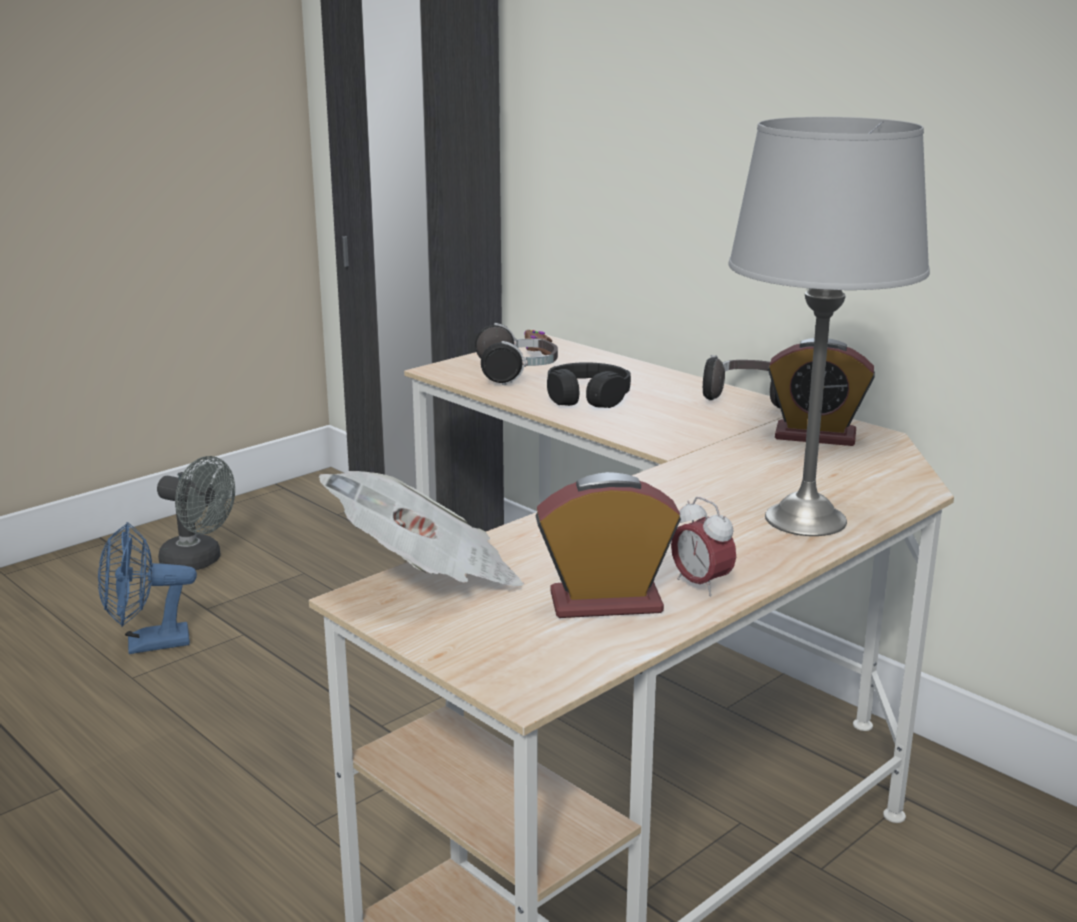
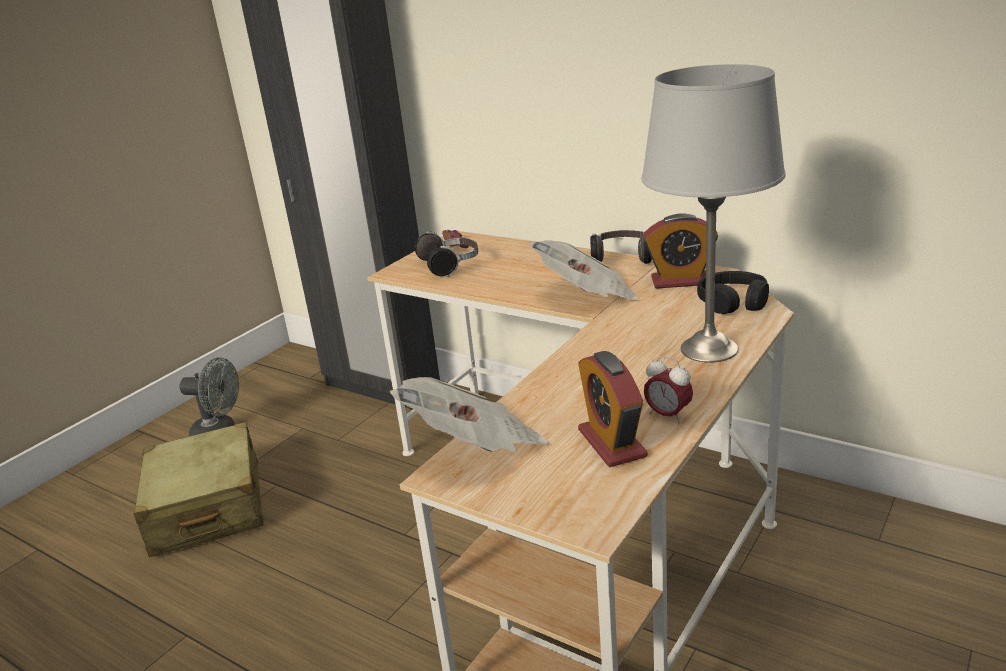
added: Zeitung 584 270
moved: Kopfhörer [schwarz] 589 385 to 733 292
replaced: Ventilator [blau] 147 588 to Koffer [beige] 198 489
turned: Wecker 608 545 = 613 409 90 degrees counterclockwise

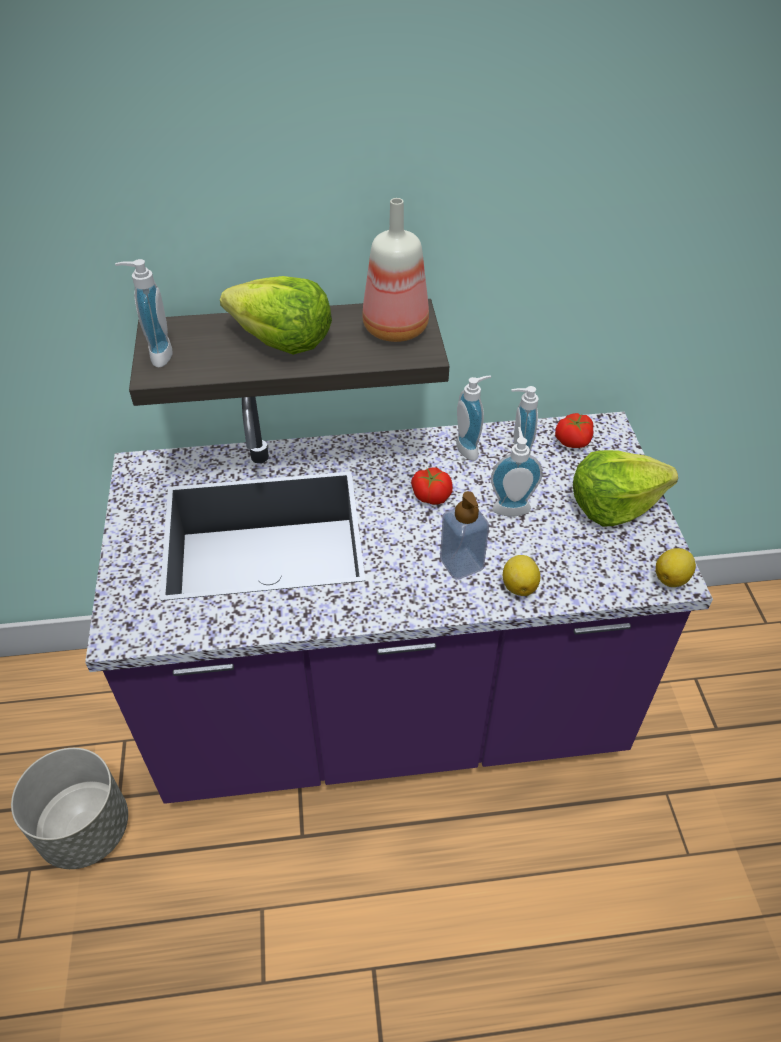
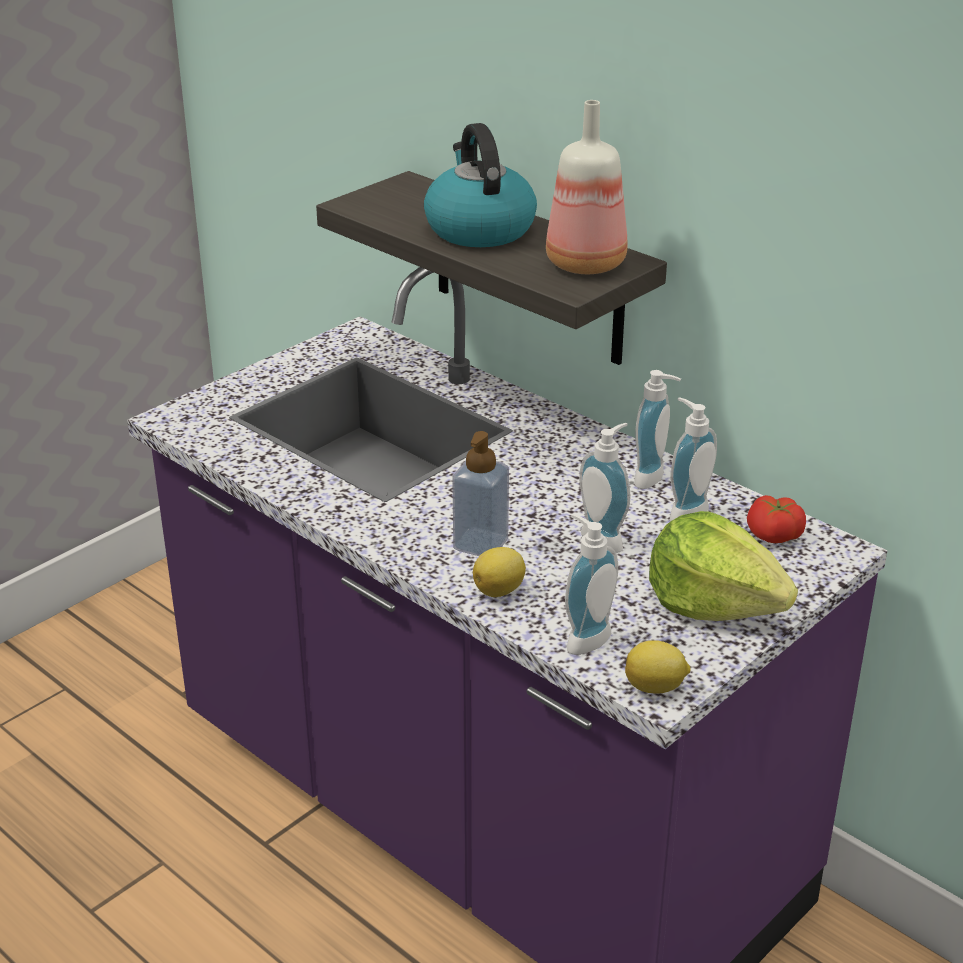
removed: Pflanzkübel [grau] 69 808; Tomate 432 486
moved: Seifenspender 144 313 to 591 584
replaced: Salatkopf 276 315 to Wasserkessel 480 185

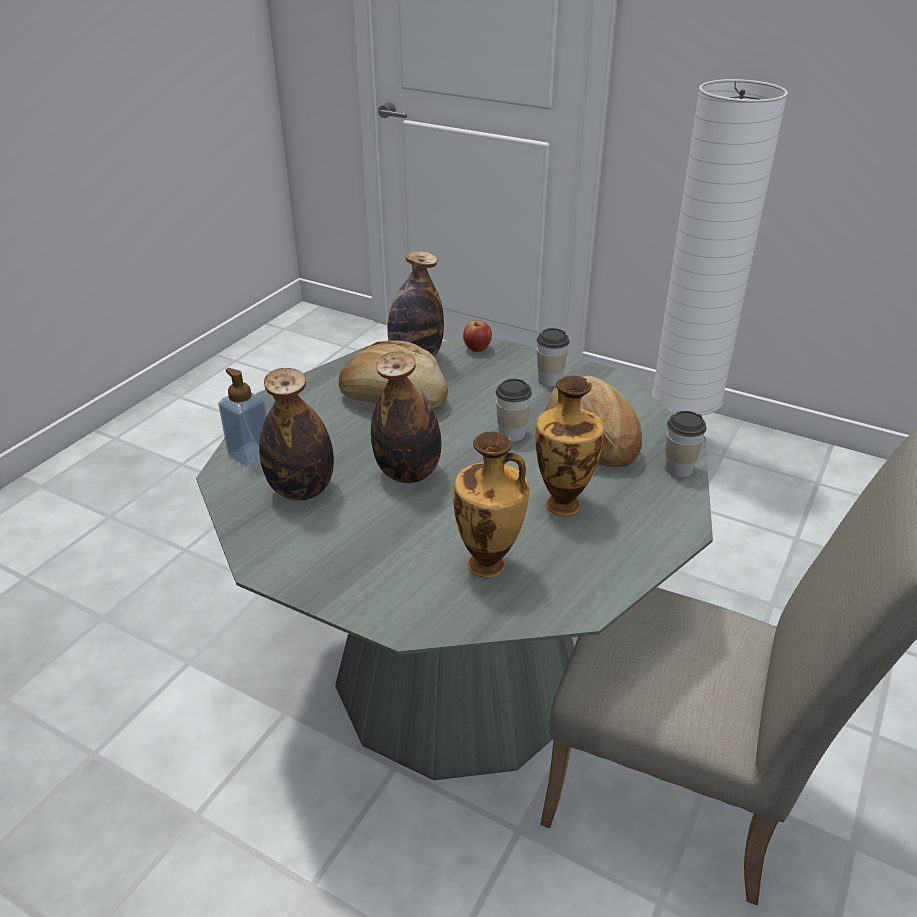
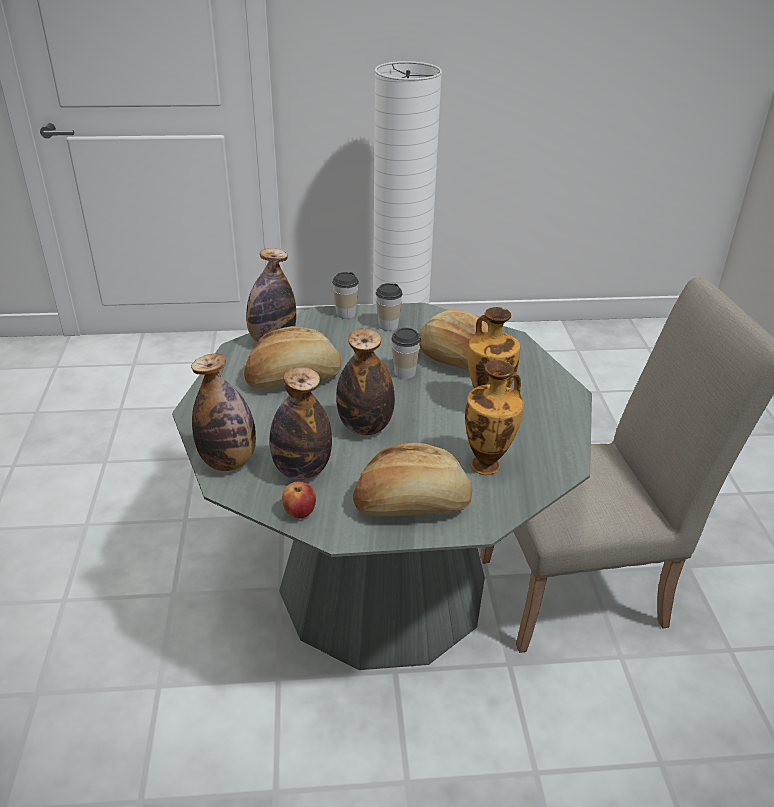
added: Brot 412 480
moved: Apfel 477 336 to 299 500; Tasse 686 444 to 345 295
replaced: Seifenspender 242 417 to Flasche 223 412

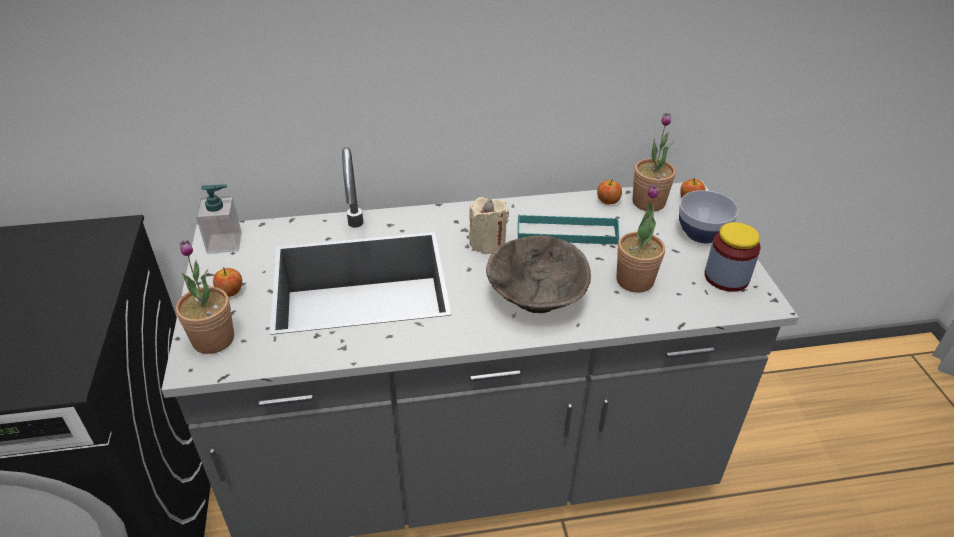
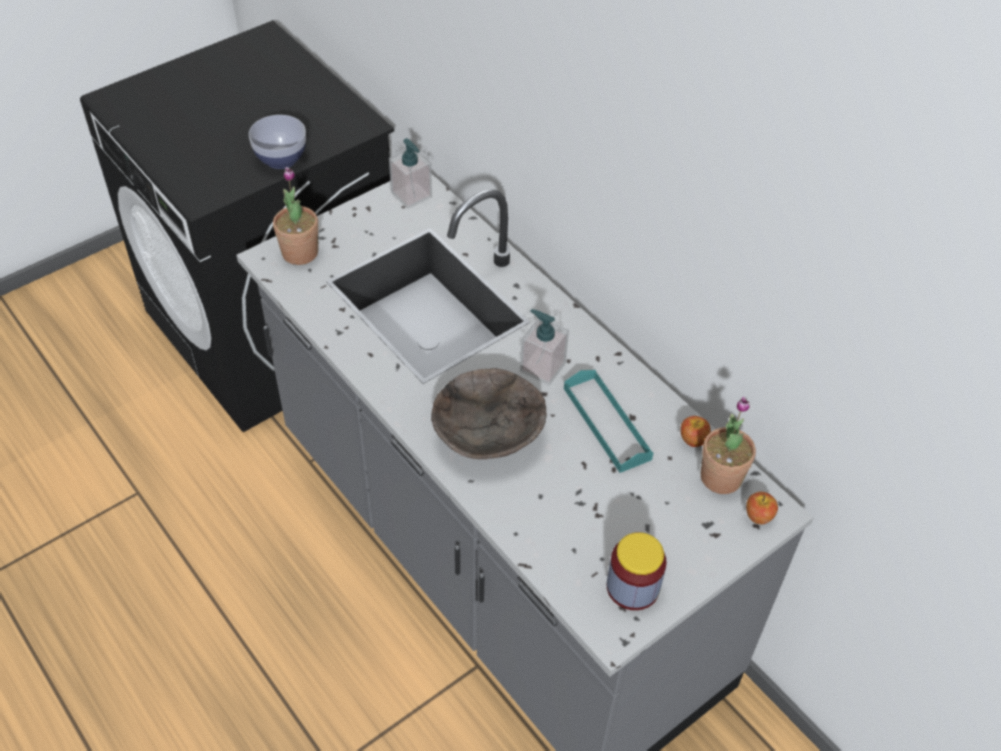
removed: Apfel 227 282; Topfpflanze 640 238
moved: Schüssel 709 216 to 277 142
replaced: Kerze [beige] 489 225 to Seifenspender 544 347

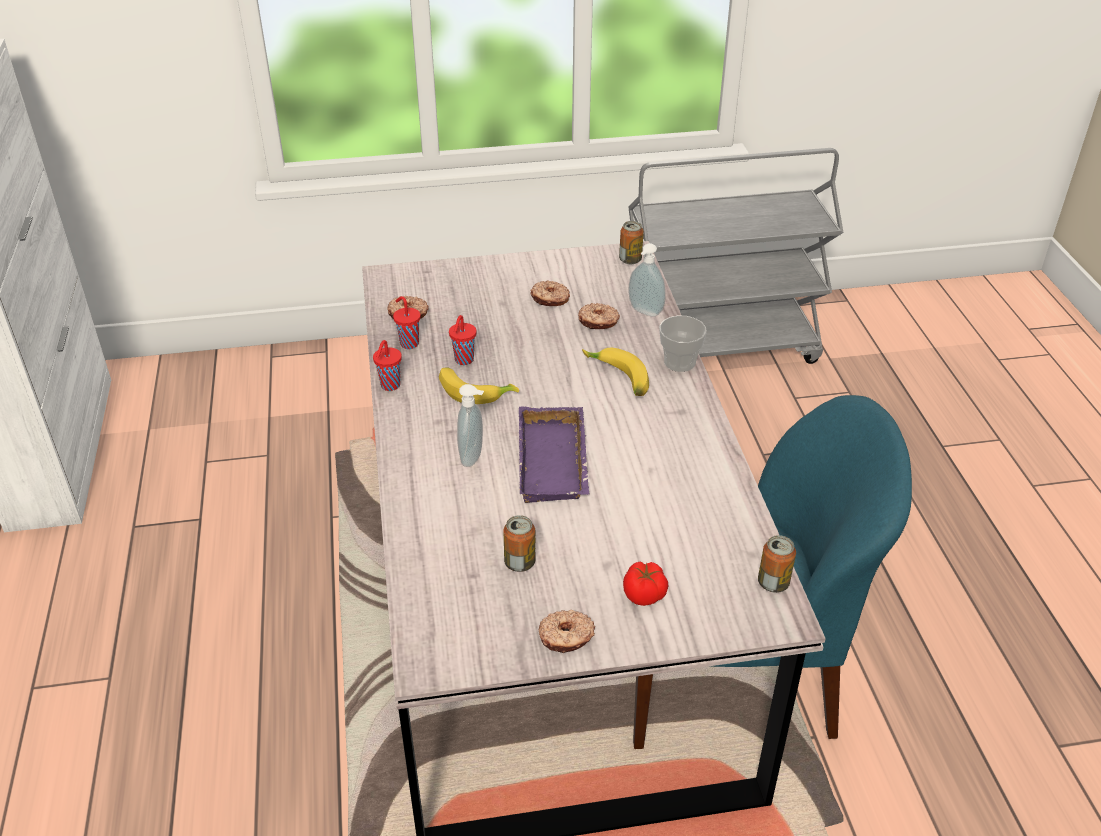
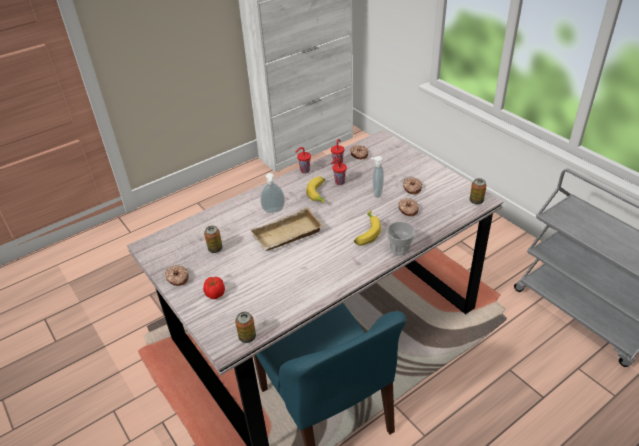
moved: Seifenspender 647 280 to 377 177
recoloured: Tablett [lila] 554 454 to Tablett [beige] 287 229

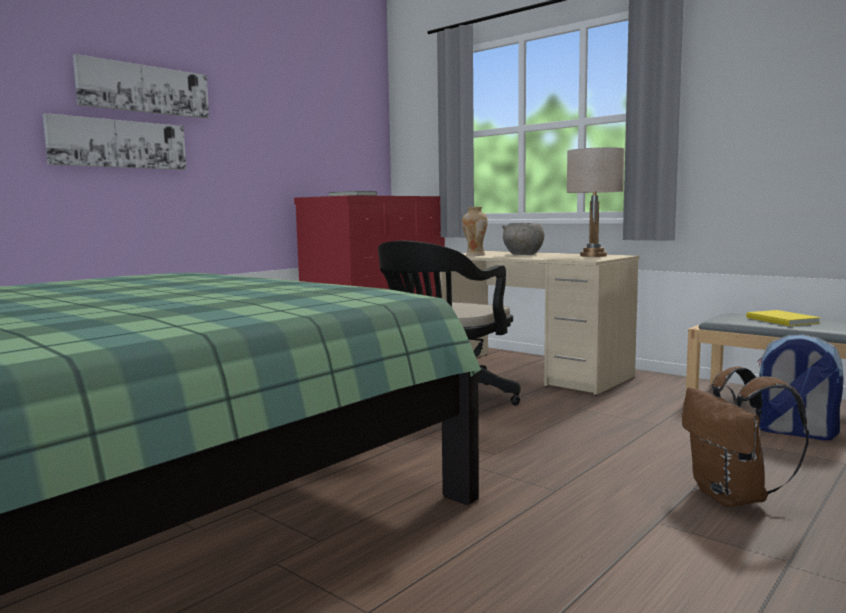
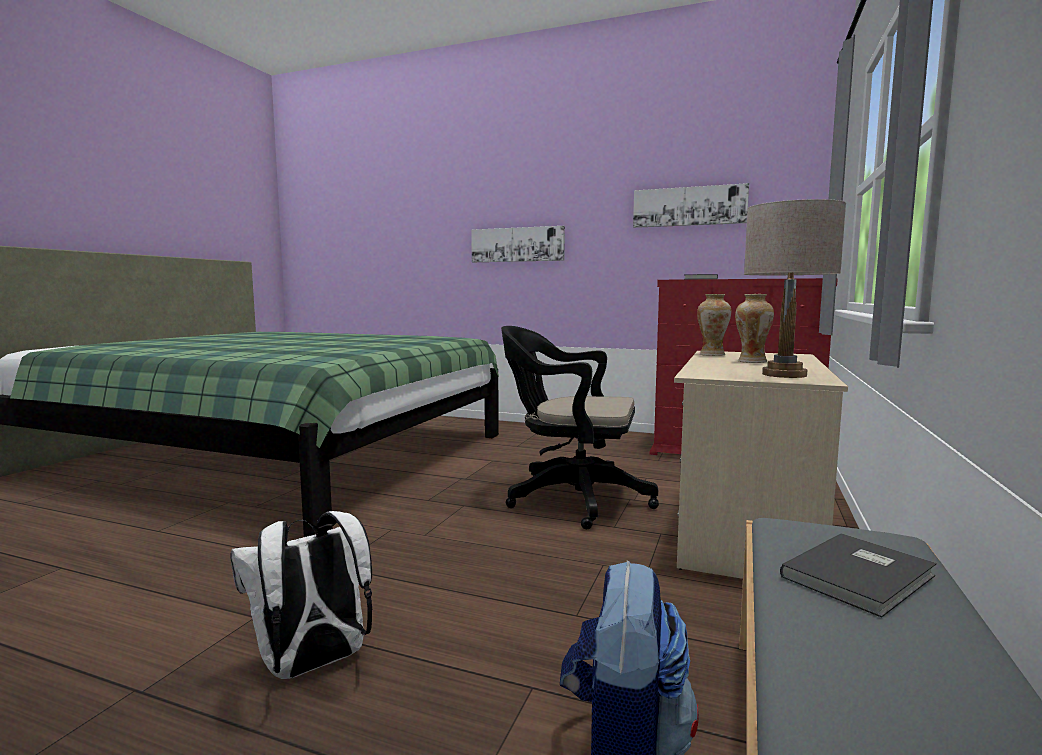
moved: Bild 141 86 to 691 205
replaced: Schüssel [grau] 523 239 to Vase 754 328
recoloured: Rucksack [braun] 745 436 to Rucksack [weiß] 301 595; Buch [gelb] 783 318 to Buch [grau] 858 575

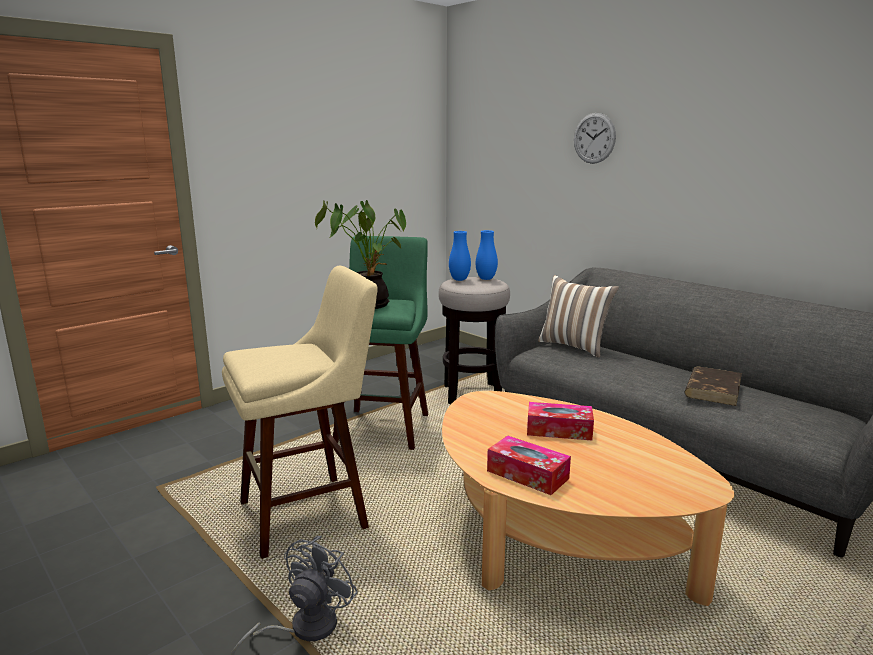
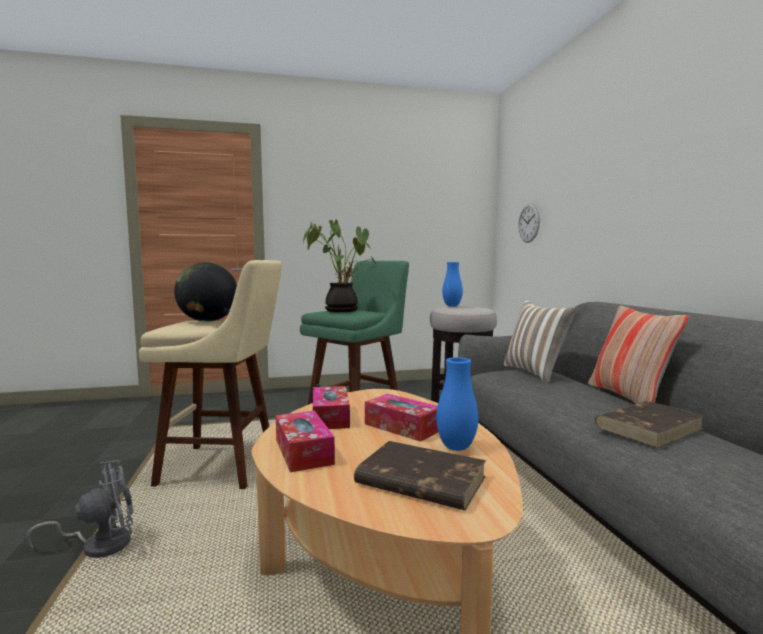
added: Globus 205 292; Taschentuchbox 331 407; Buch [braun] 420 475; Kissen 638 355
moved: Vase [blau] 487 255 to 457 404; Wanduhr 595 138 to 529 223

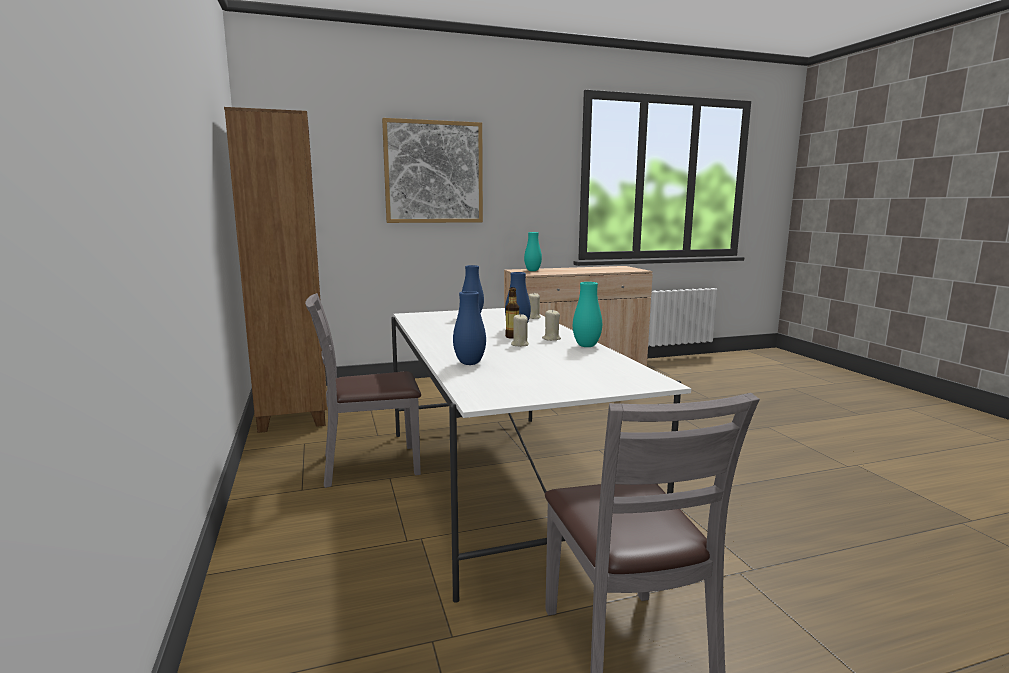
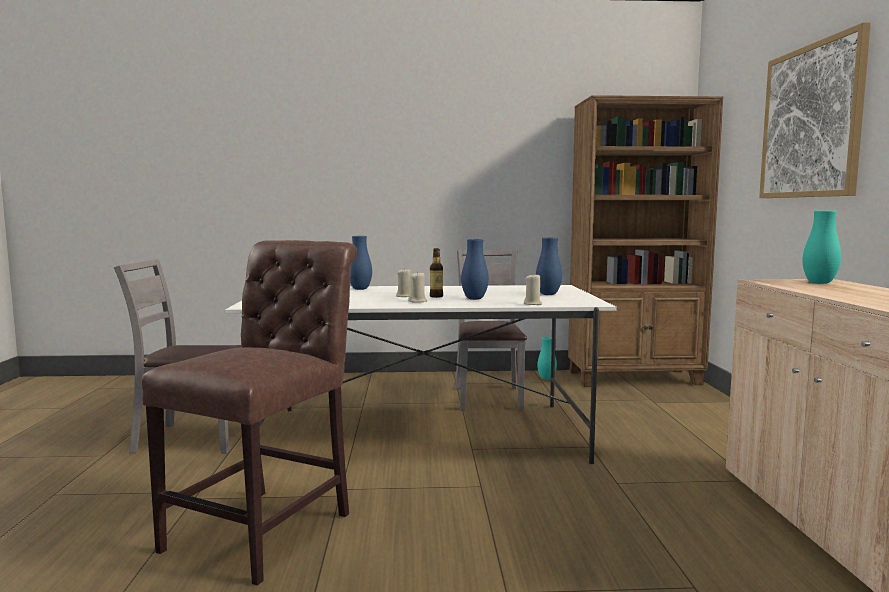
added: Stuhl [braun] 249 412
moved: Vase [türkis] 587 314 to 547 358

